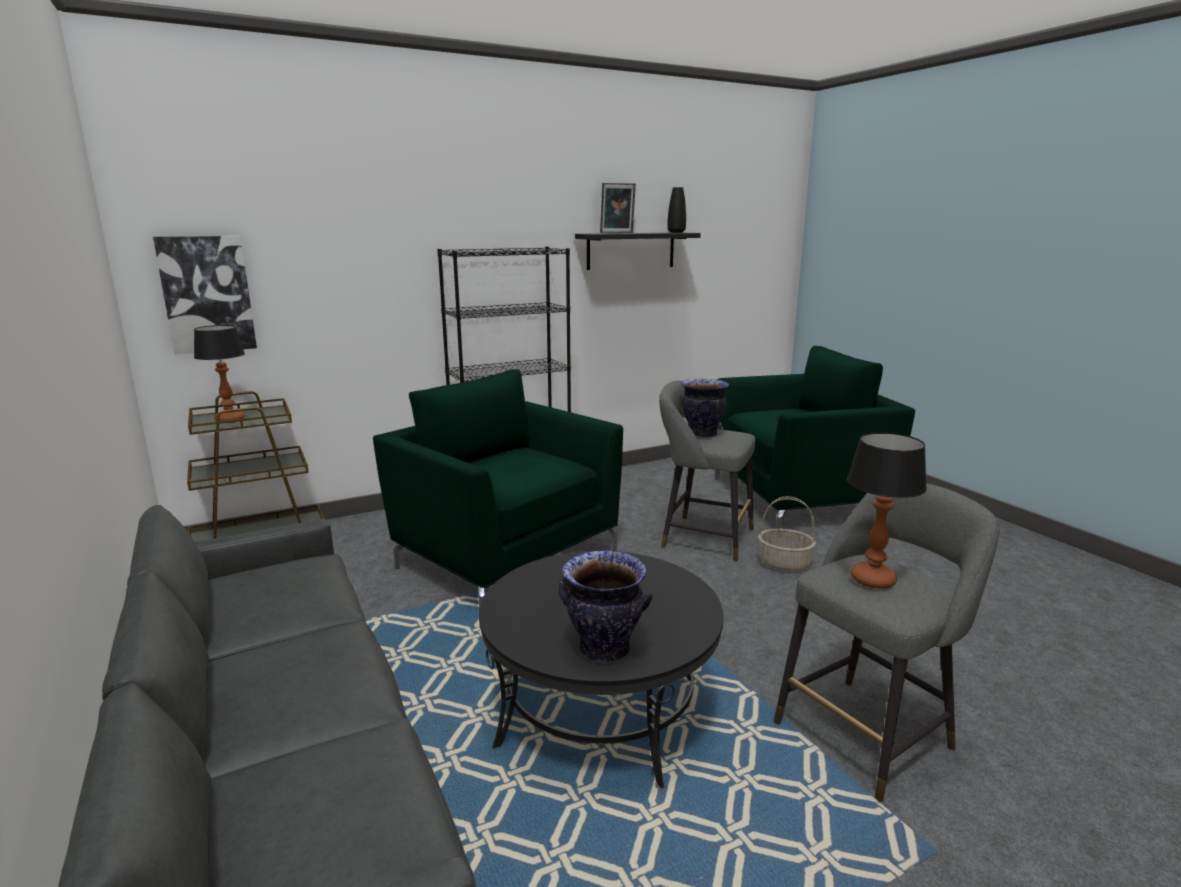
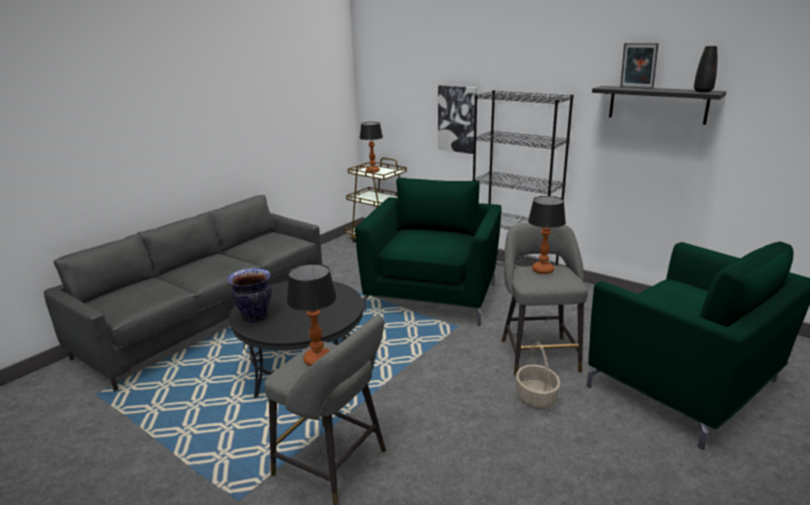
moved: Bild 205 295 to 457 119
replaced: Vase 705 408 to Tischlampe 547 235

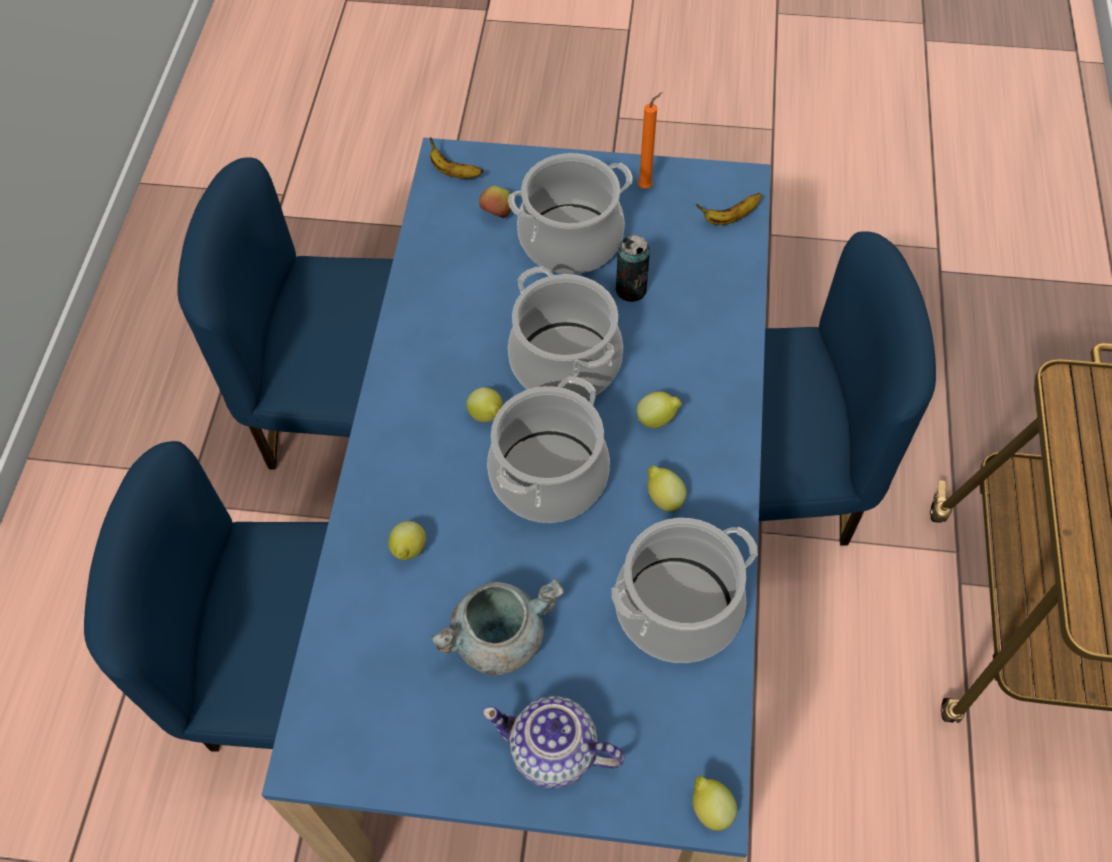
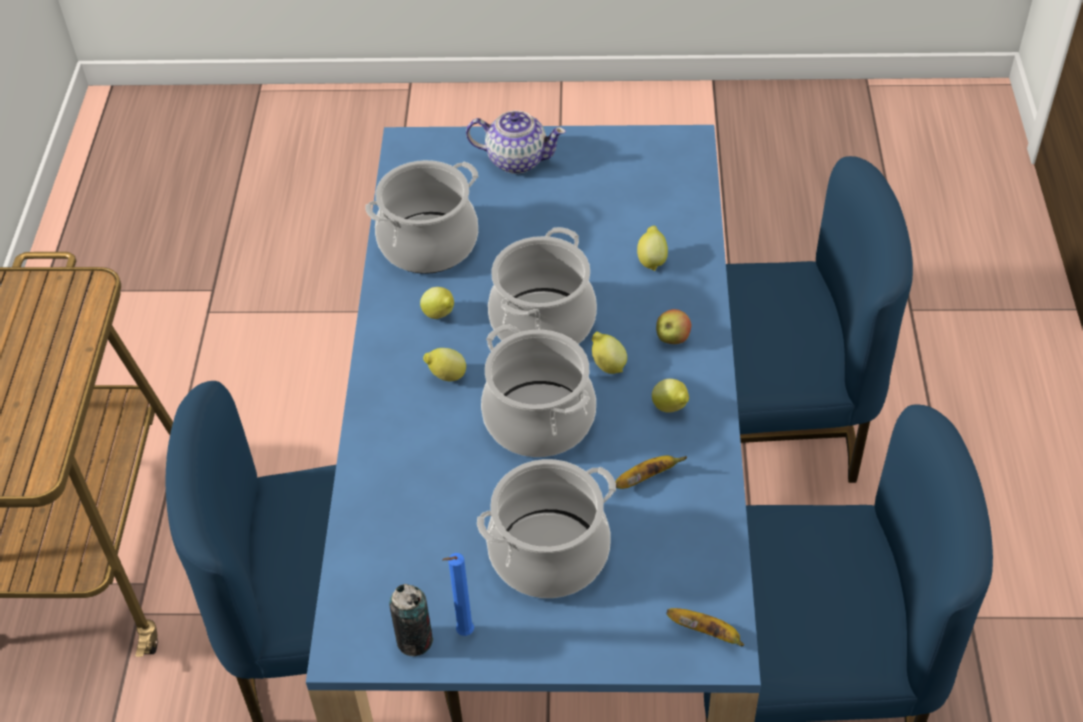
removed: Kochtopf [grau] 497 627
moved: Apfel 495 202 to 674 326; Dose 632 268 to 411 620; Zitrone 715 803 to 670 396; Banane 729 209 to 651 472
recoloured: Kerze [orange] 650 140 to Kerze [blau] 458 594

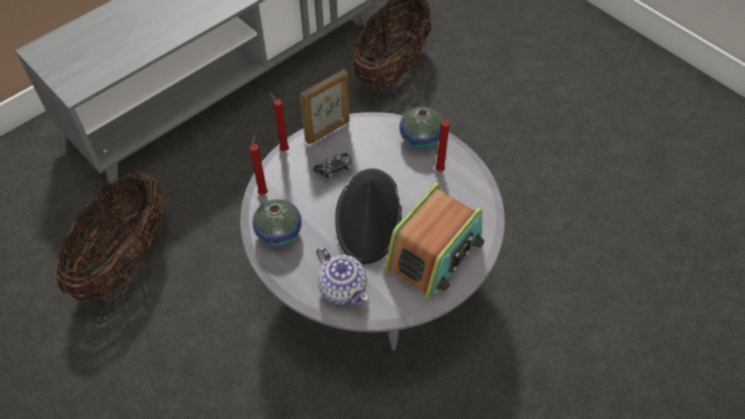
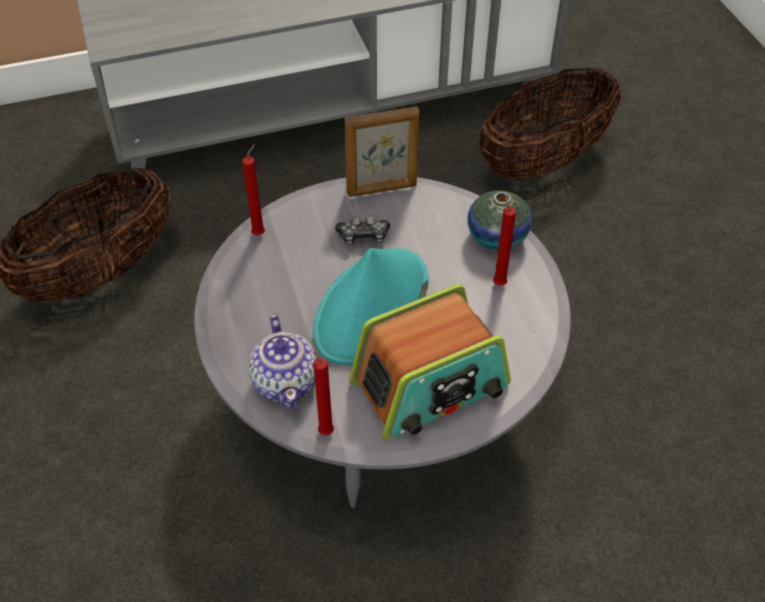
removed: Vase 277 222
moved: Kerze [rot] 279 122 to 323 390
recoloured: Hut [schwarz] 368 216 to Hut [türkis] 371 306

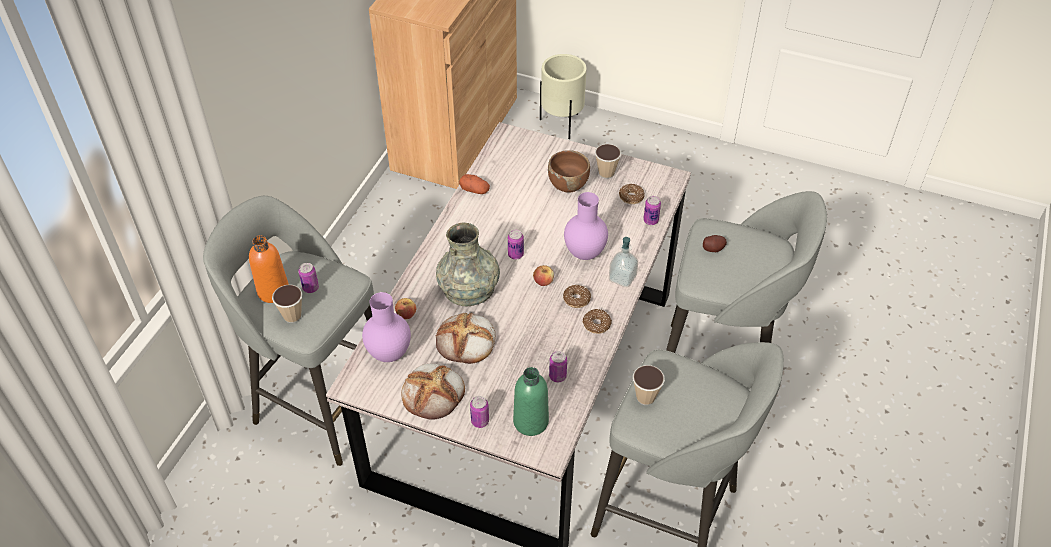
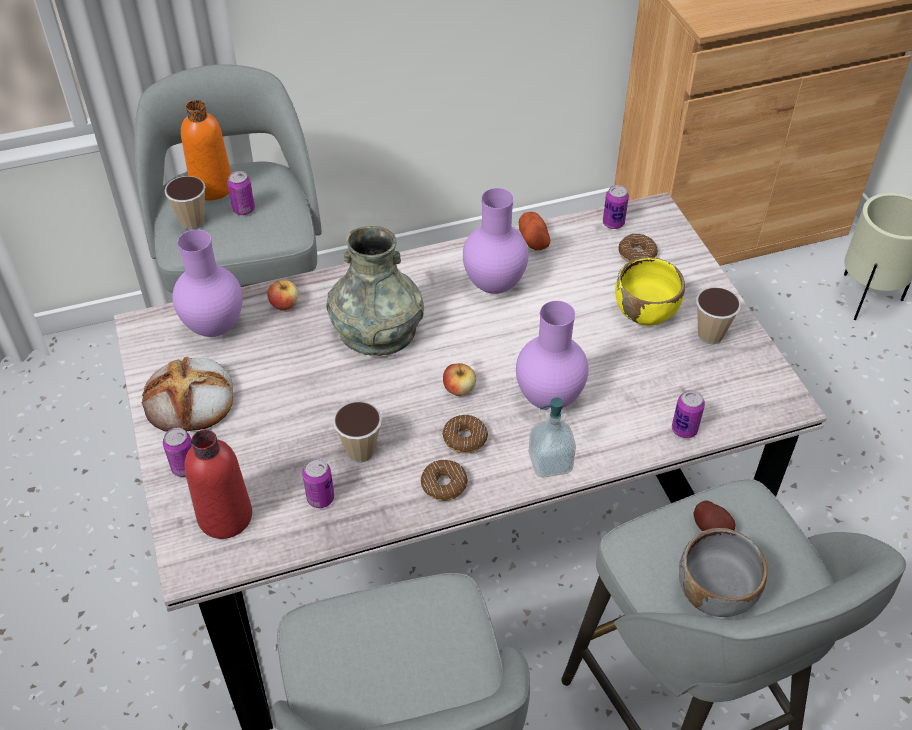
removed: Brot 466 338
added: Vase [lila] 496 241; Schüssel [grau] 723 572
moved: Dose 516 245 to 616 207; Donut 632 194 to 638 247; Tasse 649 385 to 357 432
recoloured: Flasche [grün] 531 401 to Flasche [rot] 218 484; Schüssel [braun] 569 171 to Schüssel [gelb] 650 291

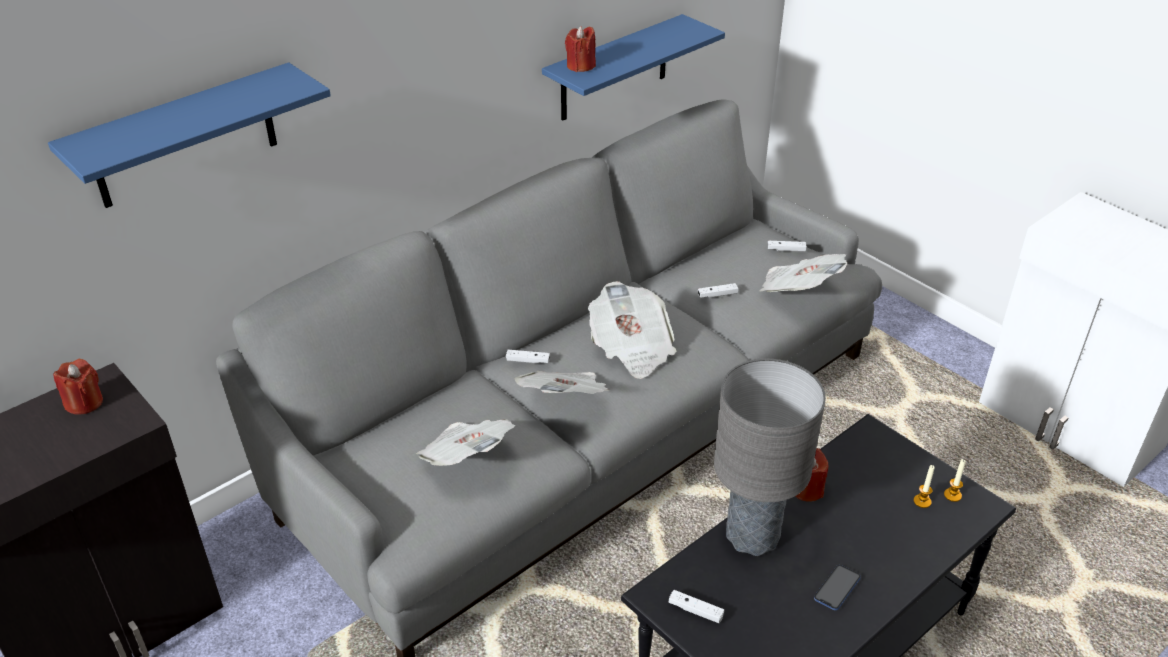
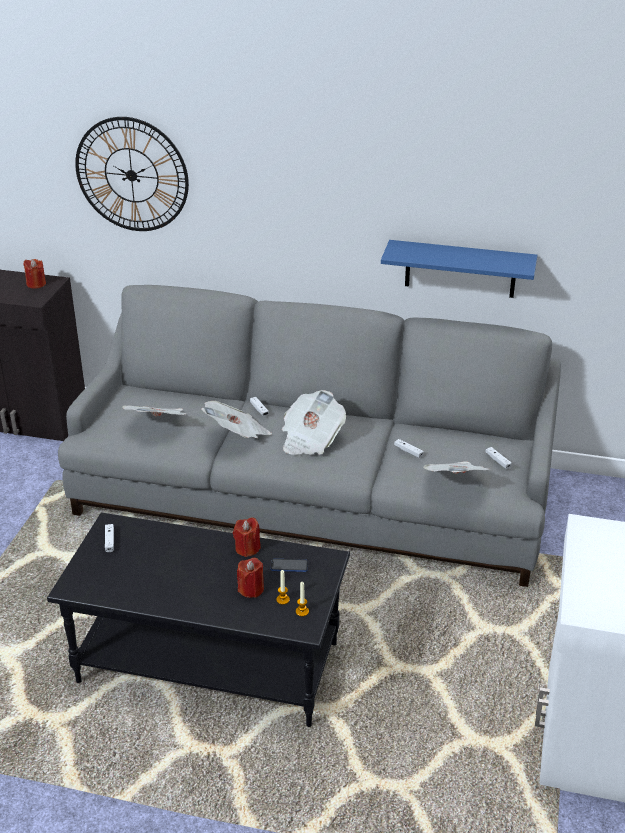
removed: Tischlampe [grau] 770 457
moved: Kerze [rot] 580 49 to 250 578; Handy 837 587 to 289 565
replaced: Wandregal [blau] 189 135 to Wanduhr 132 174

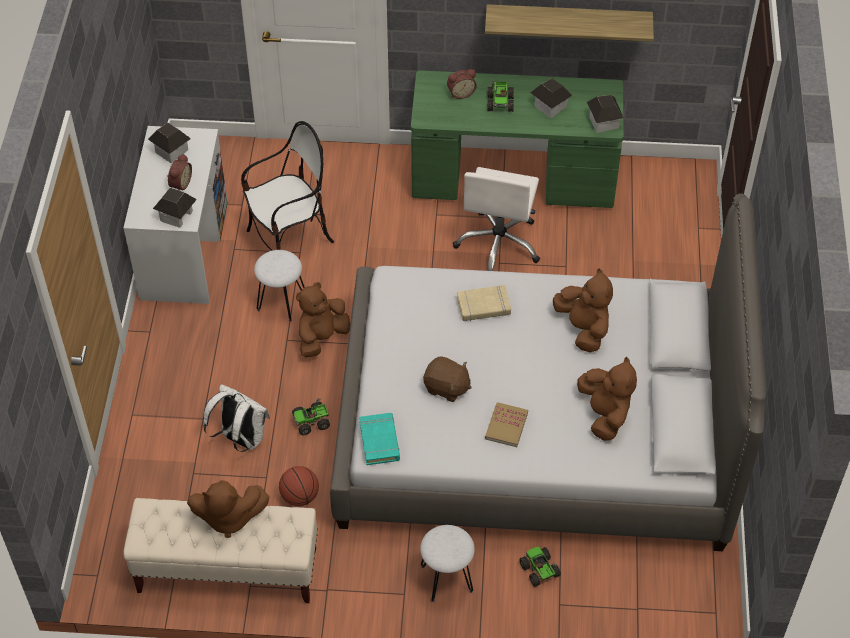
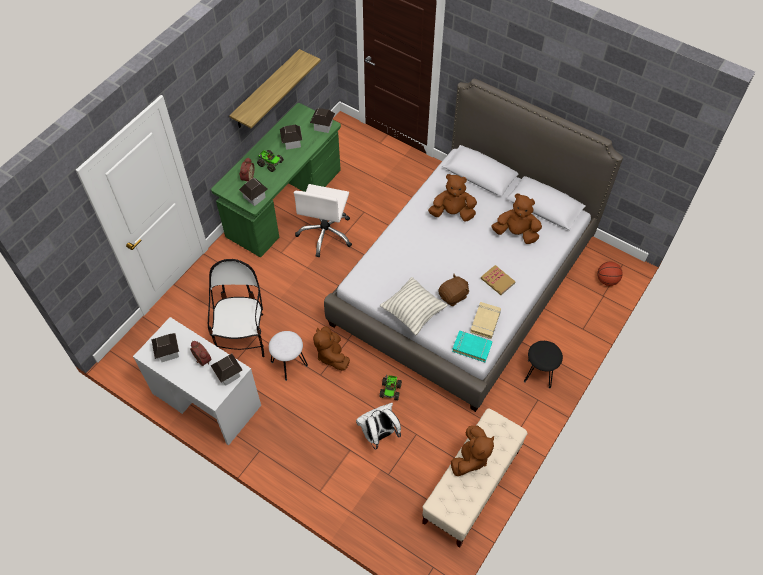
removed: Spielzeuglaster 540 567
added: Spielzeughaus 253 192; Kissen 414 306
moved: Basketball 299 486 to 610 274; Buch [beige] 484 303 to 485 320
recoloured: Hocker [weiß] 447 563 to Hocker [schwarz] 543 365
turned: Bürostuhl [weiß] 496 219 = 323 220 60 degrees clockwise

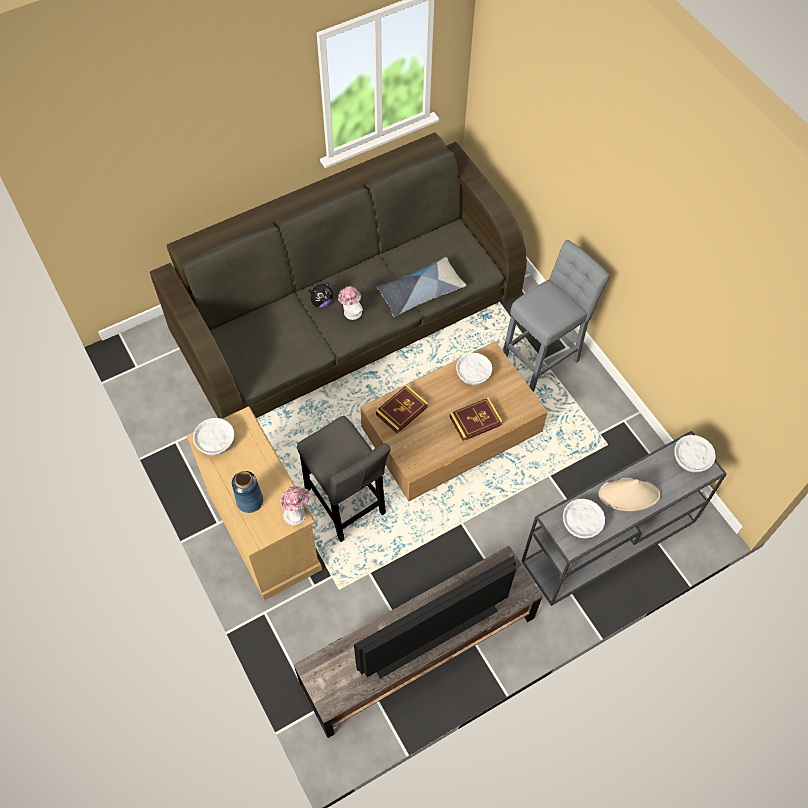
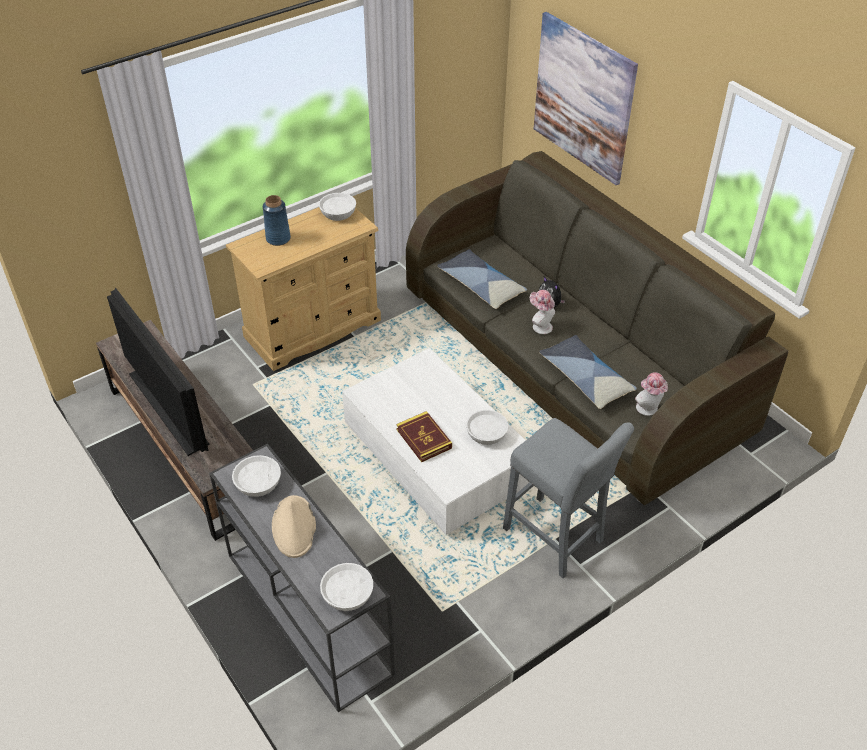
removed: Hocker [grau] 344 479; Buch 402 409
added: Kissen 482 279; Bild 586 99
moved: Hut 295 506 to 651 394
recoloured: Couchtisch [braun] 454 421 to Couchtisch [weiß] 435 441

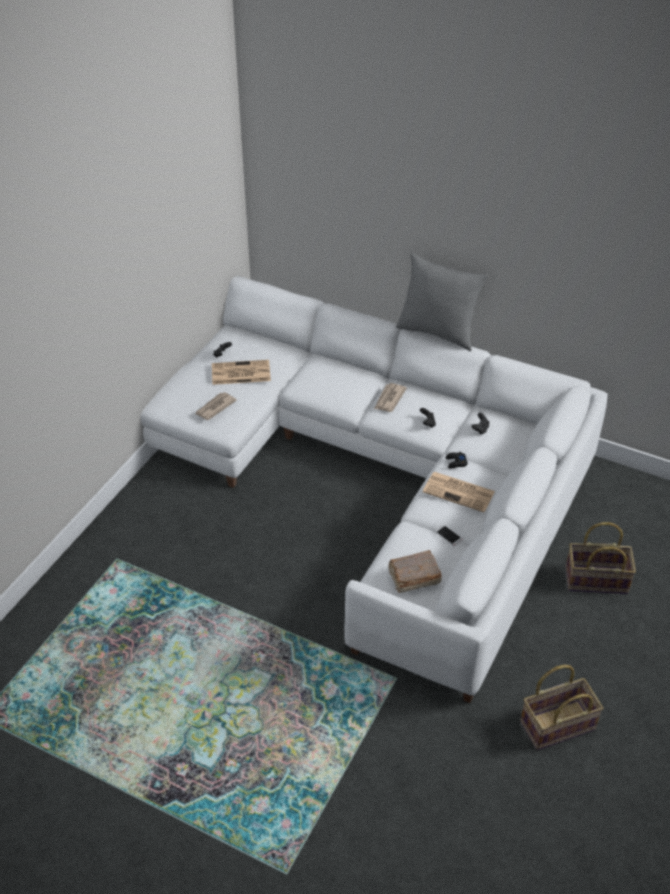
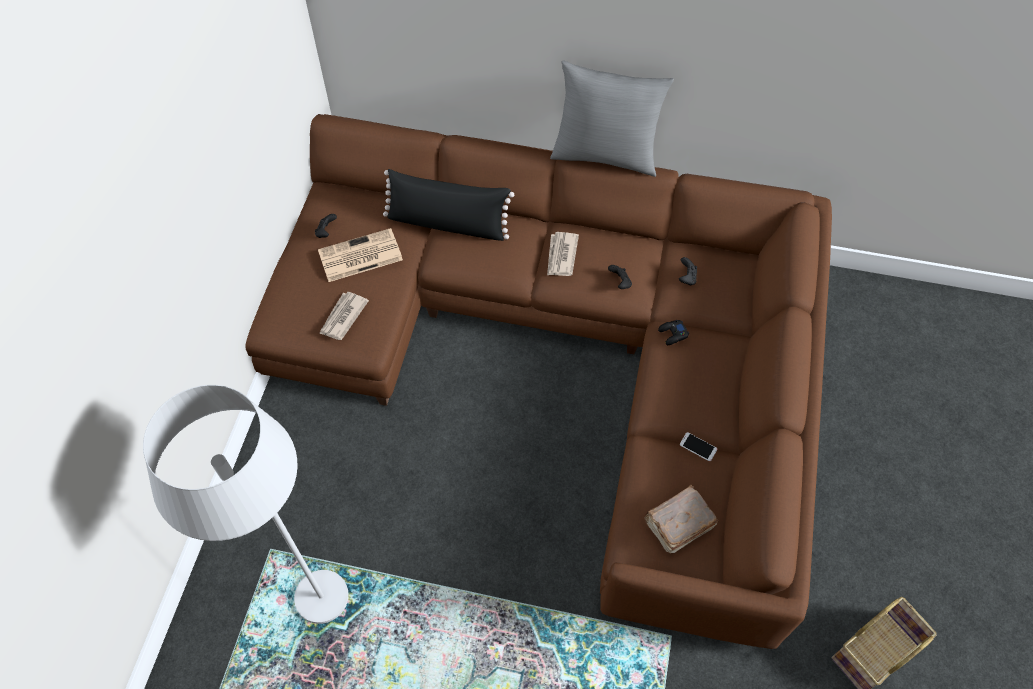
removed: Zeitung 459 492; Korb 601 558
added: Stehlampe [weiß] 246 504; Kissen [schwarz] 448 205
recoloured: Sofa [weiß] 374 489 to Sofa [braun] 538 381

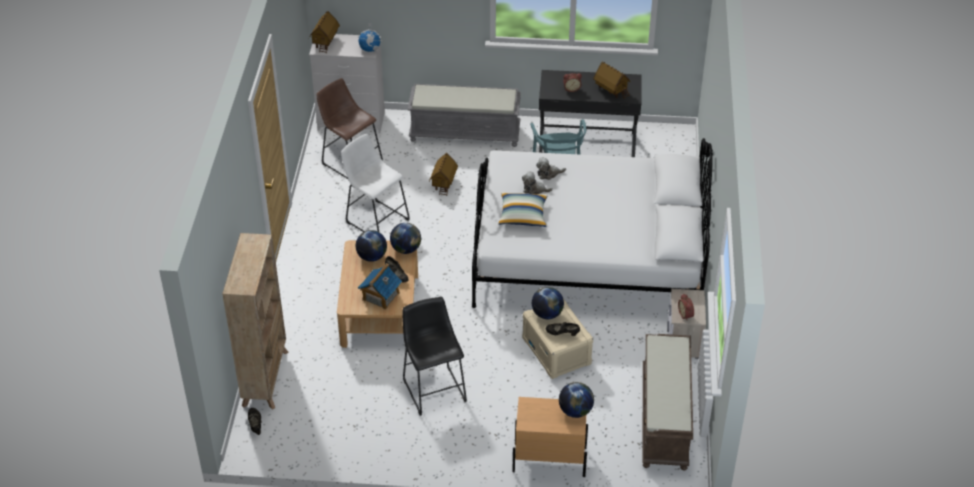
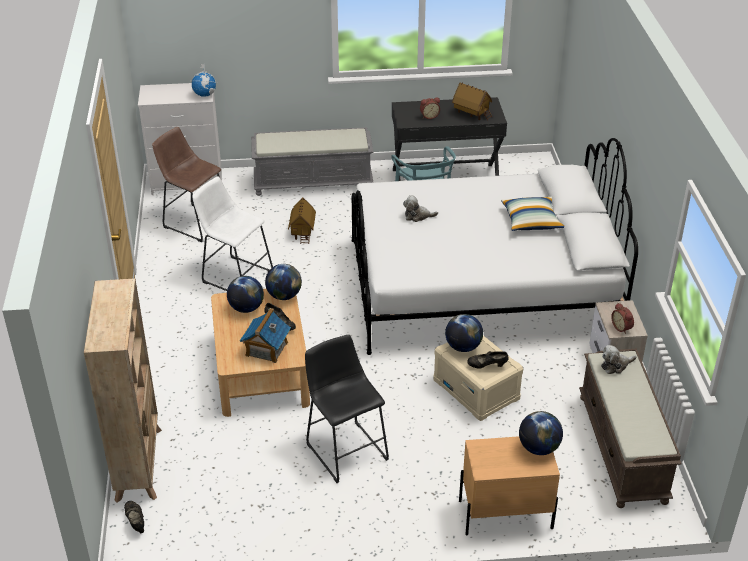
removed: Spielzeughaus 324 32
moved: Kissen 523 209 to 532 213; Plüschtier 551 168 to 618 359

